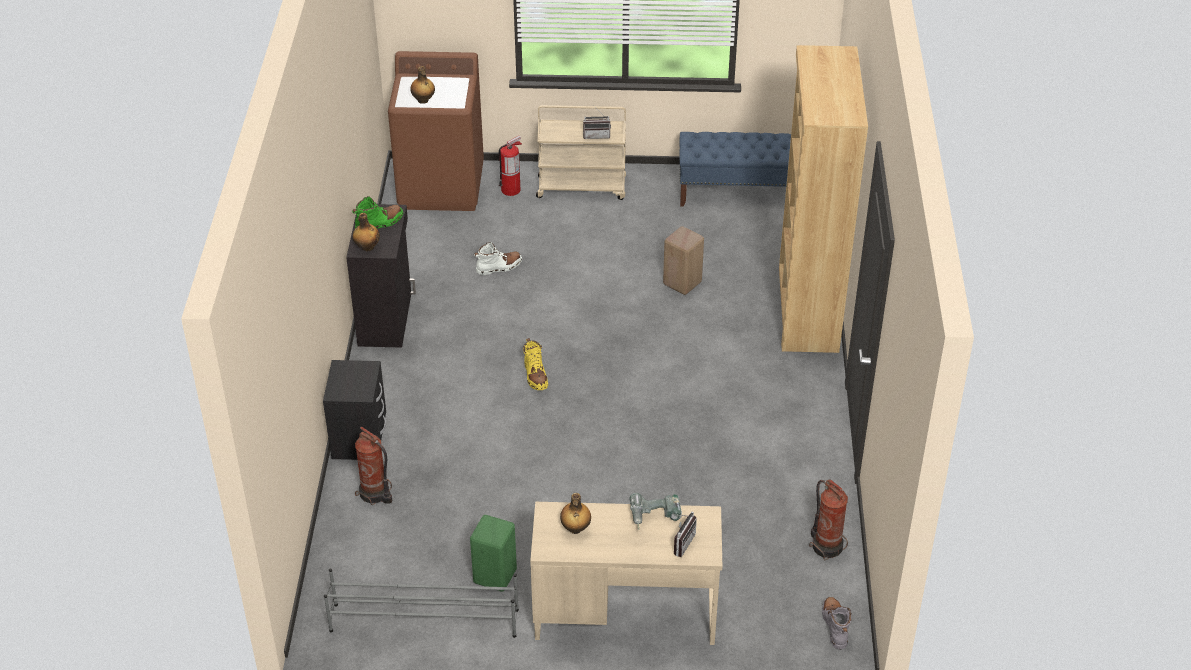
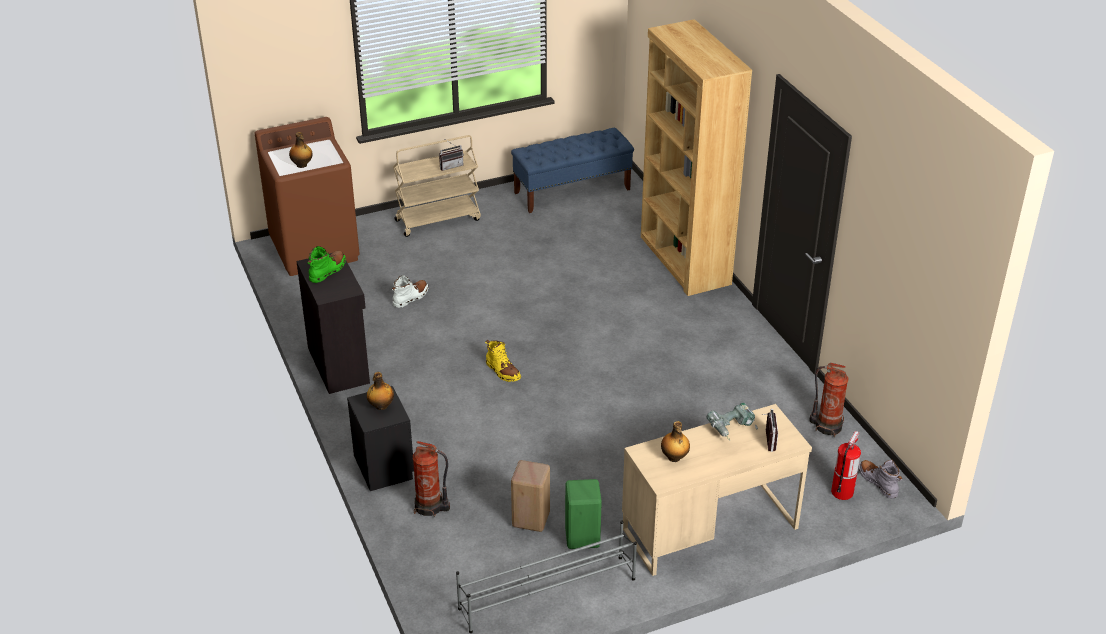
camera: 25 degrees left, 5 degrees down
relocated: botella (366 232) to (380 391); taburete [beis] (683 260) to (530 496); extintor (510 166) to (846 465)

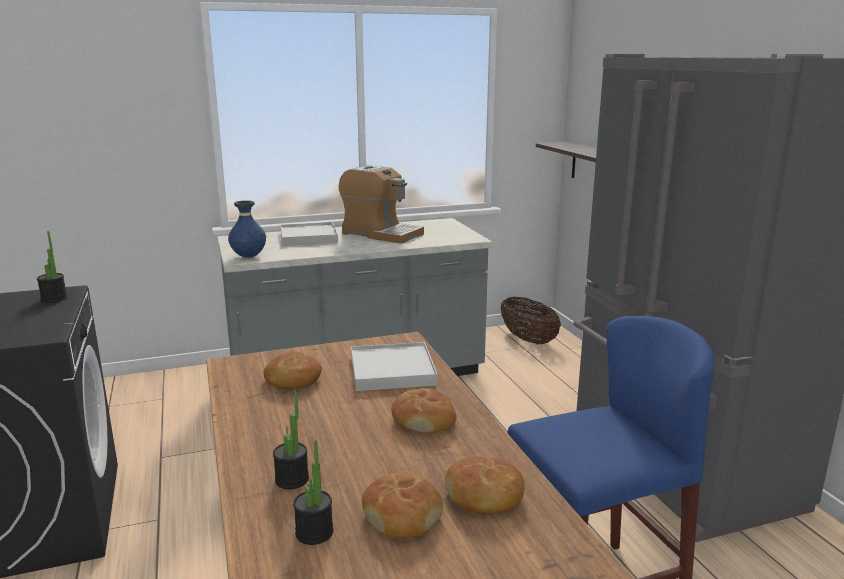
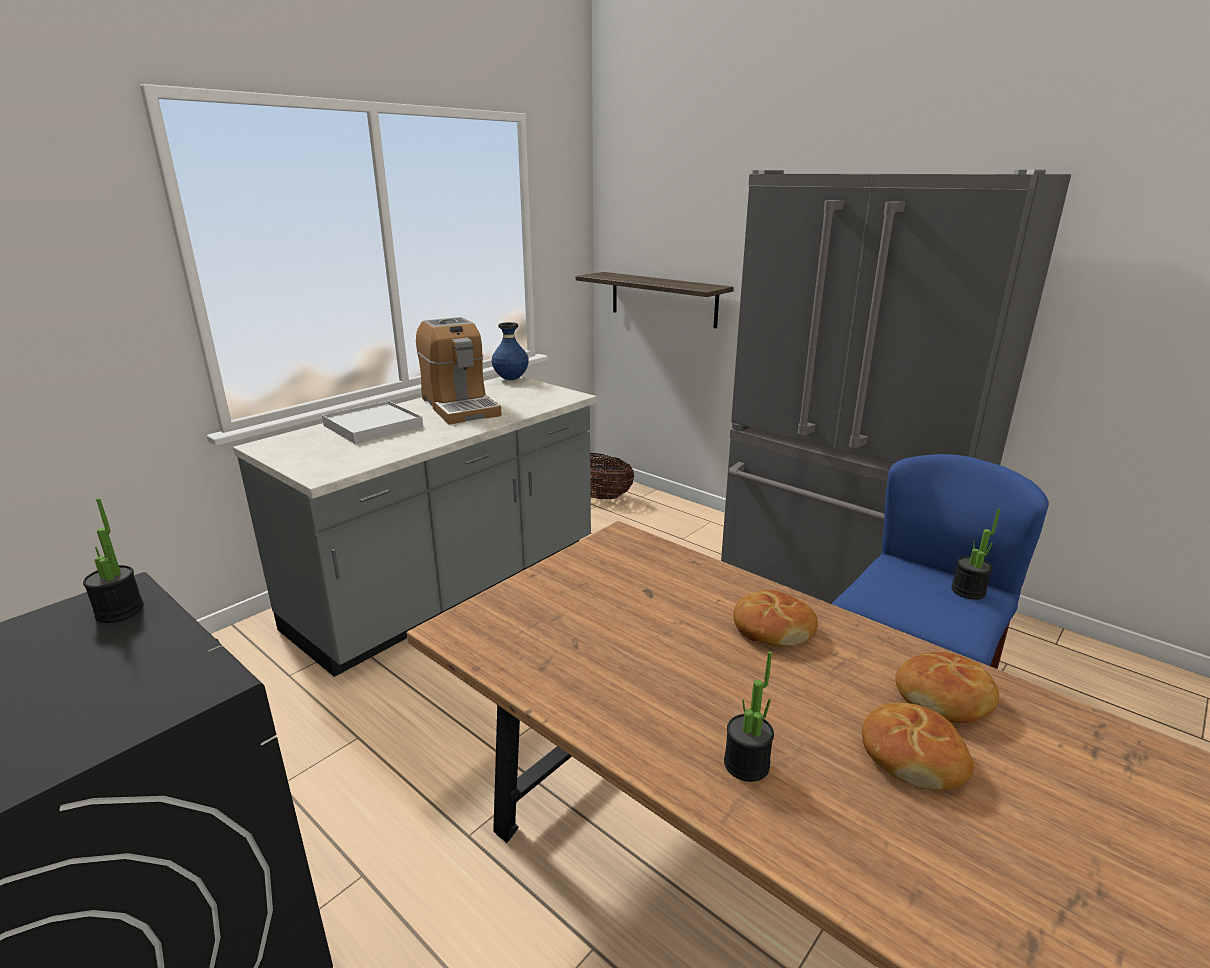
camera: 30 degrees left, 5 degrees up
missing: pan (292 370); bandeja [blanco] (394 366)
relocated: florero [azul] (247 229) to (510 351); planta en maceta (313 492) to (975 554)
spun: cafetera (381 204) = (459 370) 60 degrees clockwise

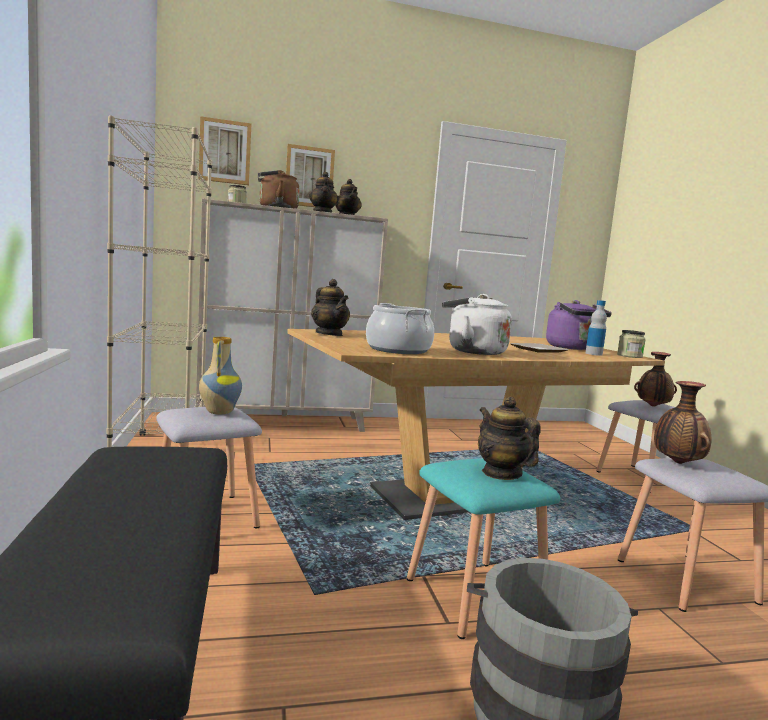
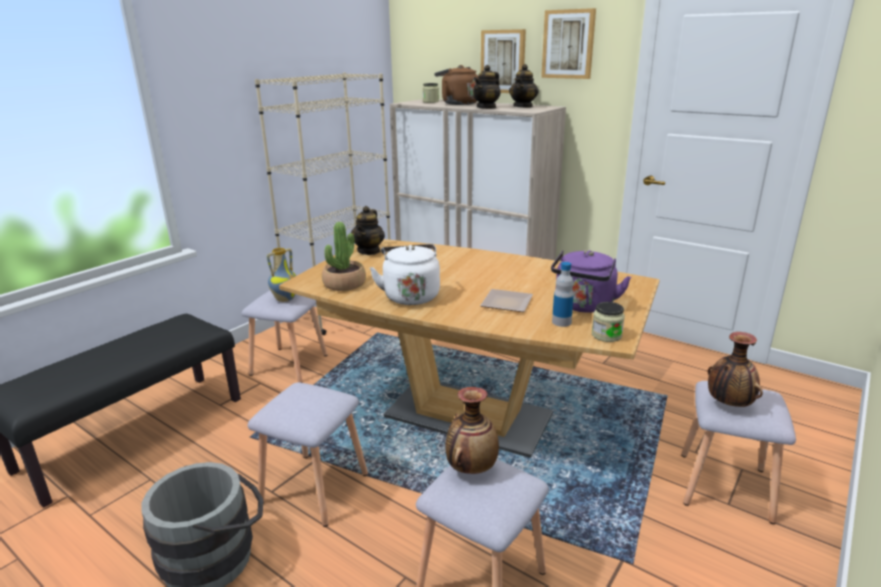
camera: 50 degrees right, 15 degrees up
missing: tetera (509 438)
relocated: cuadro (225 150) to (568 43)
exchanged: olla (400 328) to planta en maceta (344 256)
colour: taburete [turquesa] (483 548) to taburete [gris] (307 454)

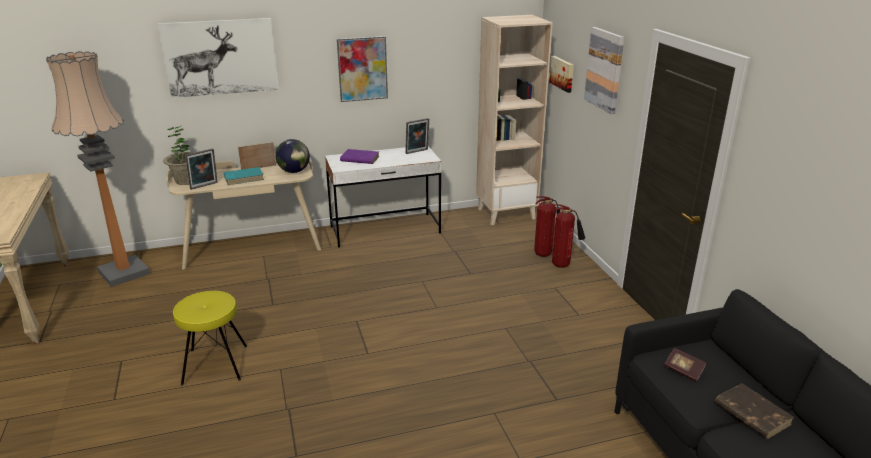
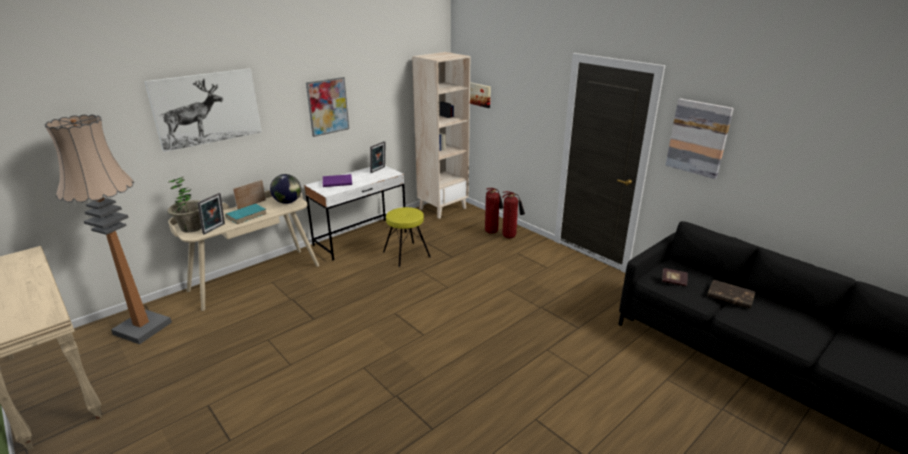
camera: 25 degrees left, 0 degrees up
relocated: taburete [amarillo] (210 338) to (407 237); cuadro (604 70) to (699 138)

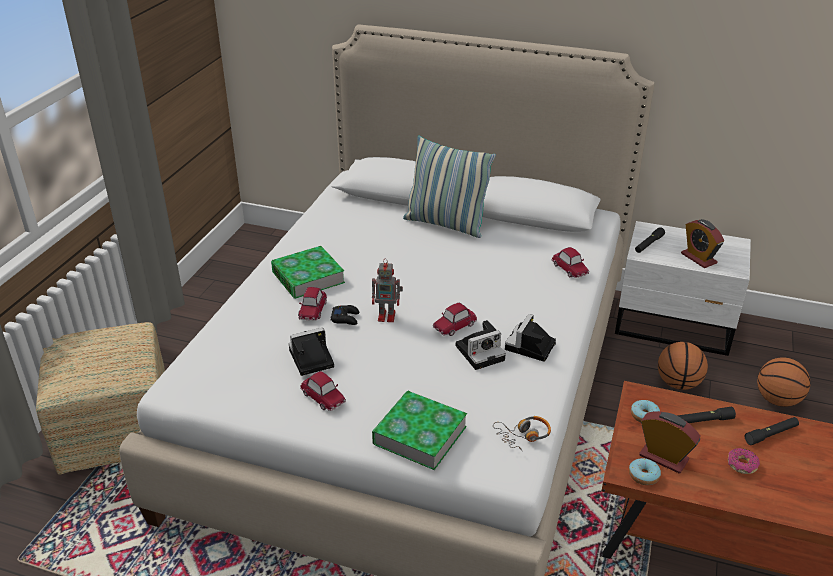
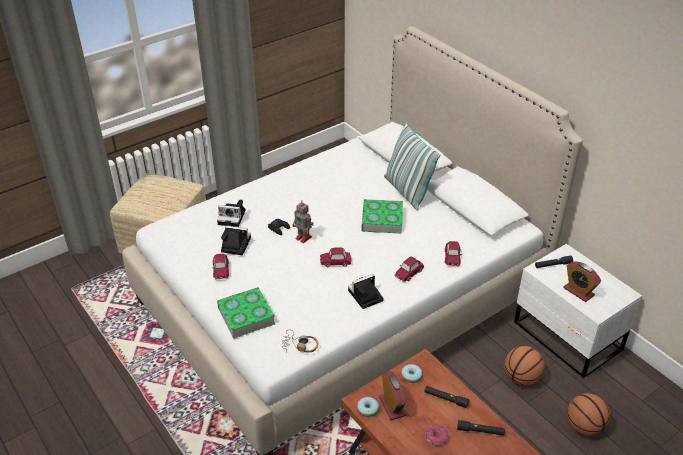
camera: 35 degrees right, 5 degrees up
relocated: cámara (481 345) to (231 213); libro (308 272) to (382 216); coche de juguete (312 304) to (409 269)
spun: despertador (702 243) = (582 282) 45 degrees counterclockwise

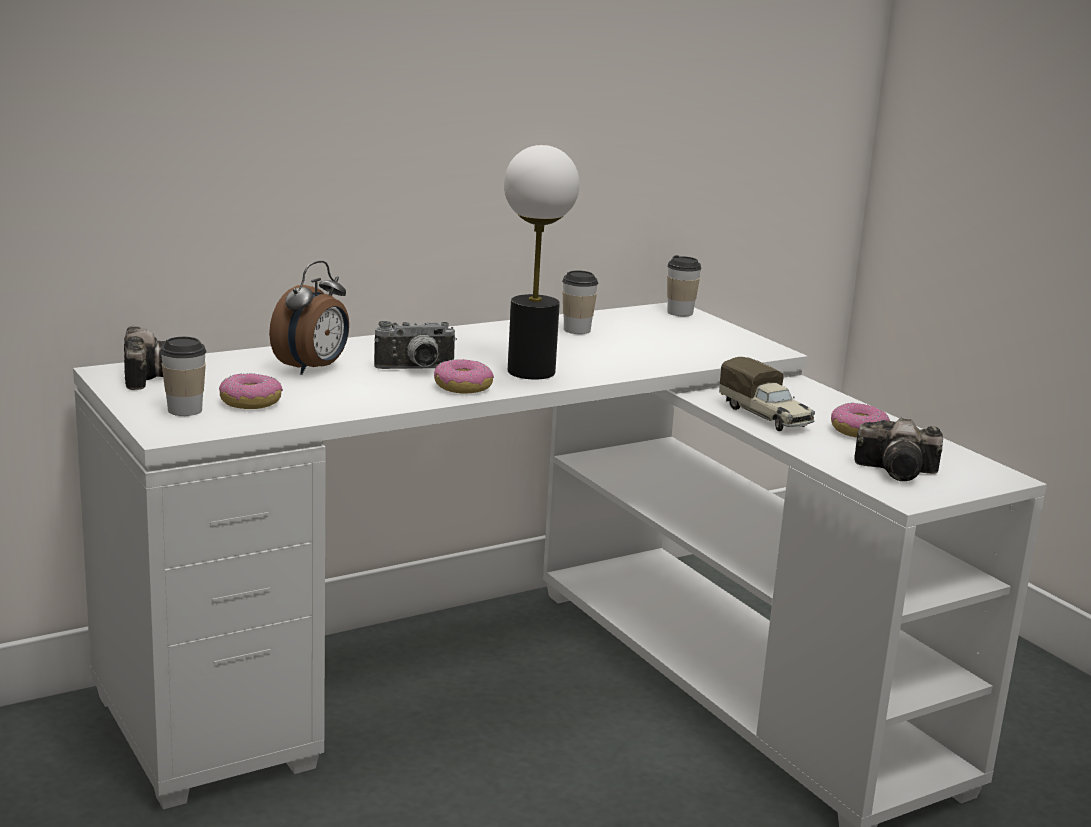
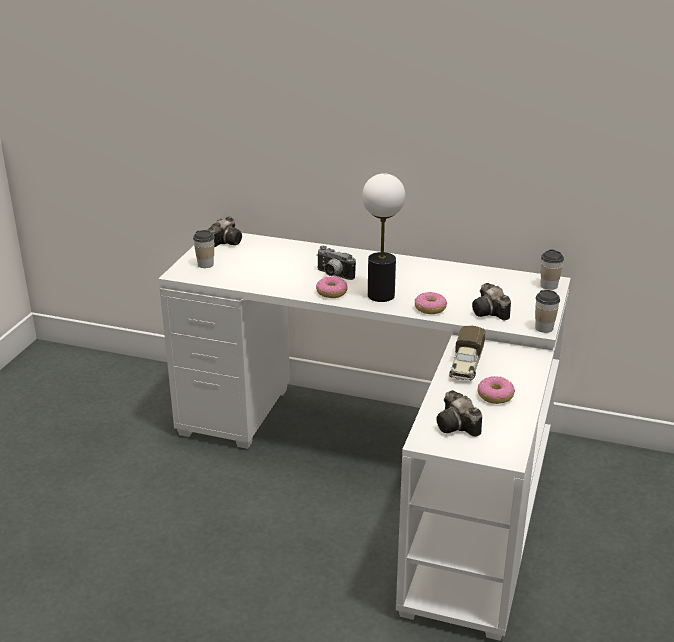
camera: 50 degrees right, 10 degrees up
missing: despertador (309 318)
appeared: cámara (491 301)
relocated: rosquilla (251 391) to (431 303); taza (580 302) to (547 311)

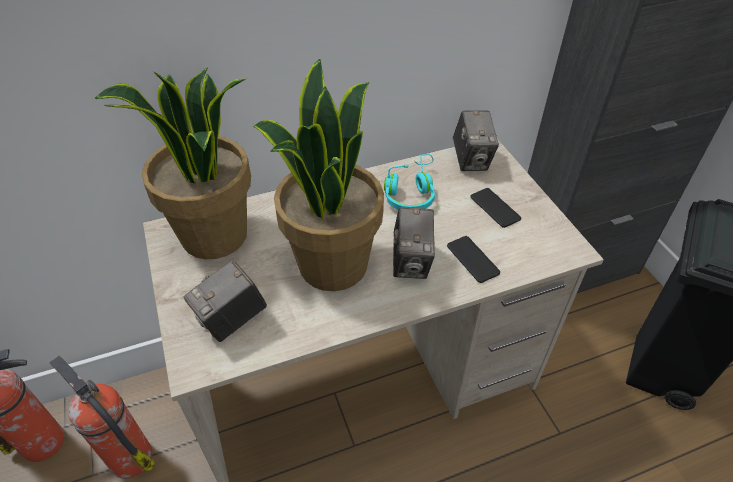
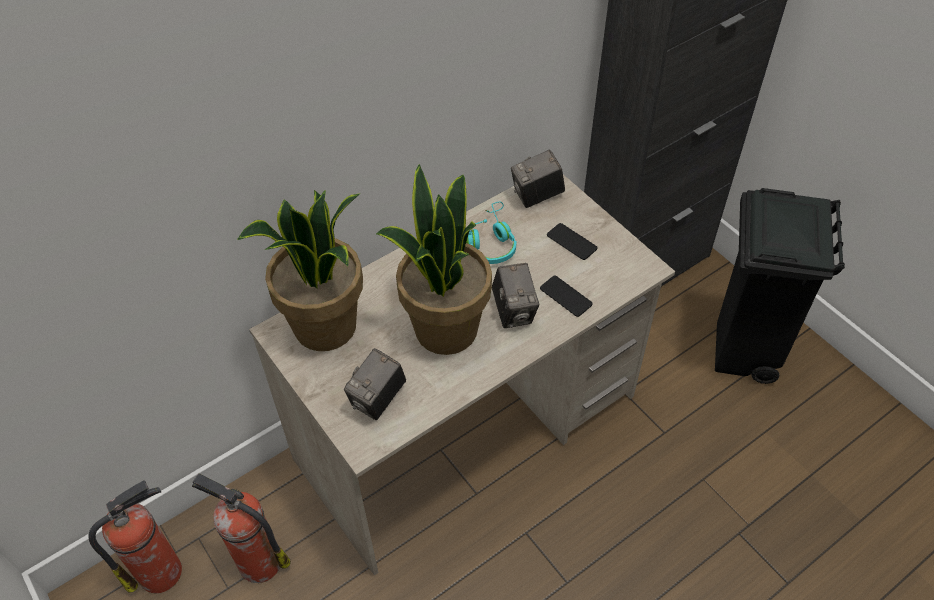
camera: 15 degrees left, 5 degrees up
spun: cámara (476 140) = (538 179) 90 degrees clockwise

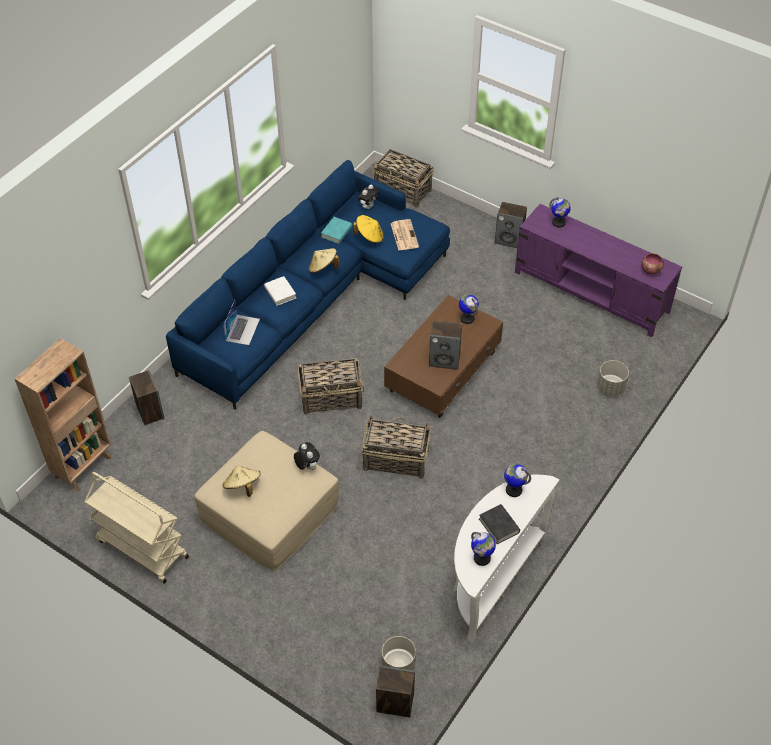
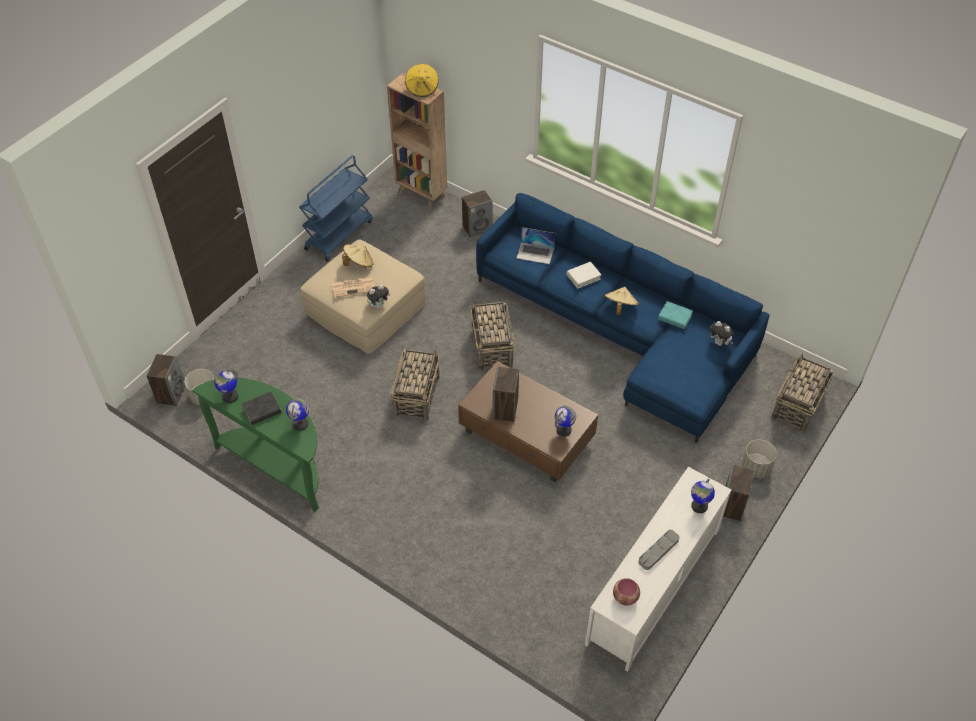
camera: 90 degrees right, 0 degrees up
appeared: bandeja [gris] (659 550)
relocated: periódico (405 234) to (353 287); sombrero [amarillo] (368 229) to (422 80); maceta [gris] (613 378) to (759 459)
colour: mesa consola [blanco] (506 558) to mesa consola [verde] (255 445); carrito [beis] (136 528) to carrito [azul] (336 208); mueble de televisión [morado] (598 270) to mueble de televisión [blanco] (658 569)

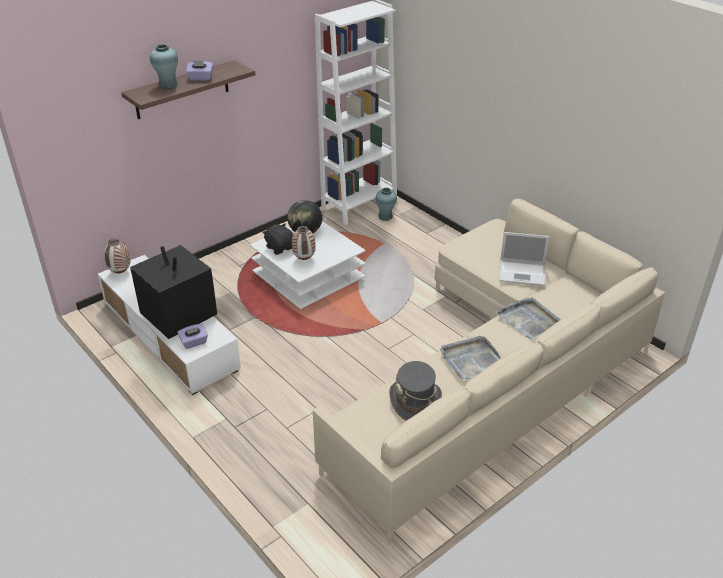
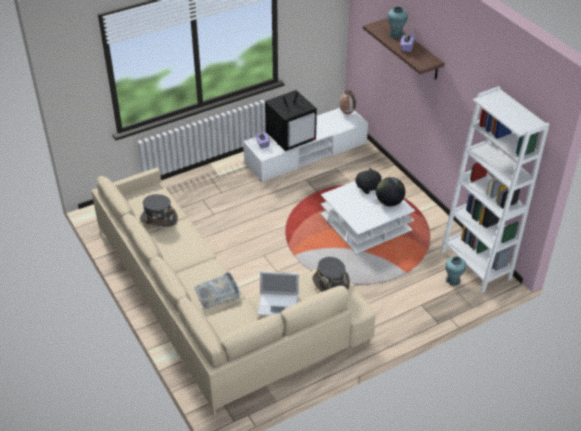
camera: 100 degrees right, 5 degrees up
missing: florero (304 243); bandeja [gris] (470 358)
appeared: sombrero [gris] (331 274)
spun: portátil (524 259) = (278 293) 105 degrees counterclockwise

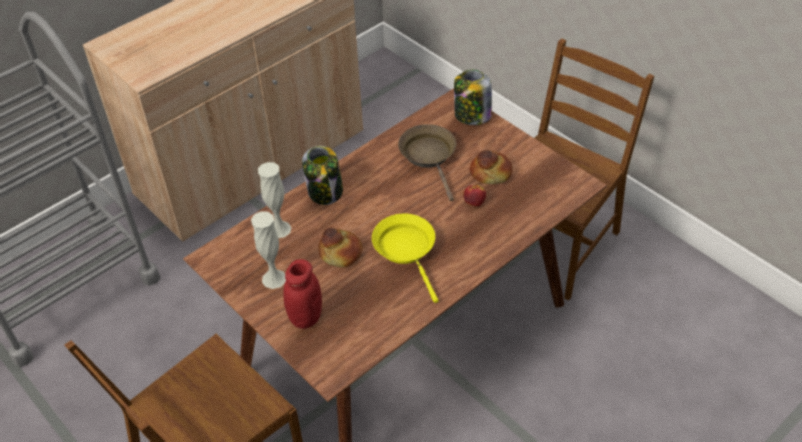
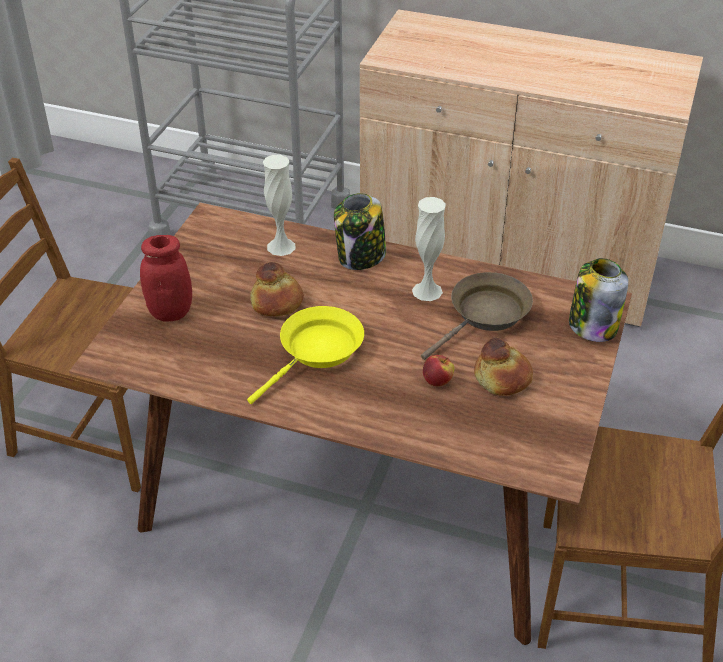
camera: 60 degrees right, 5 degrees down
relocated: florero [blanco] (268 250) to (429 249)

